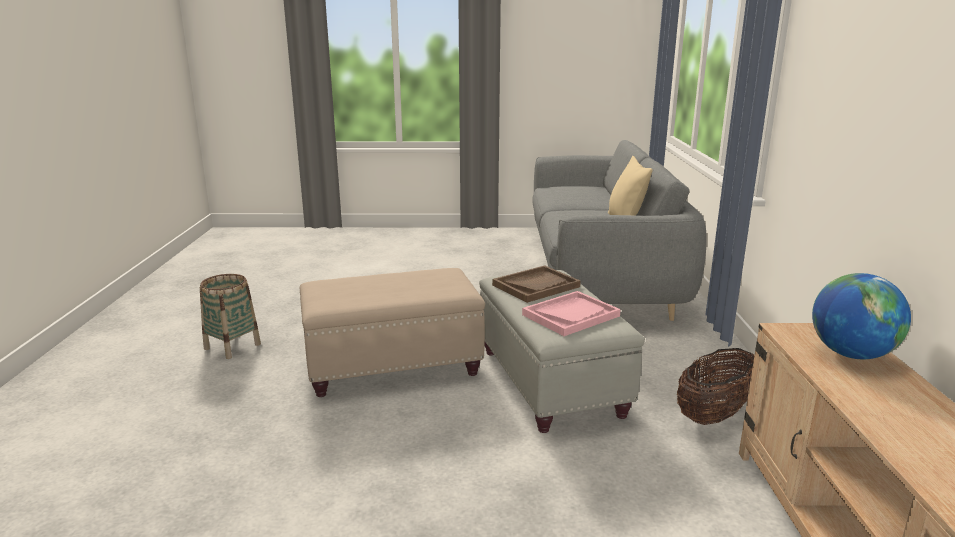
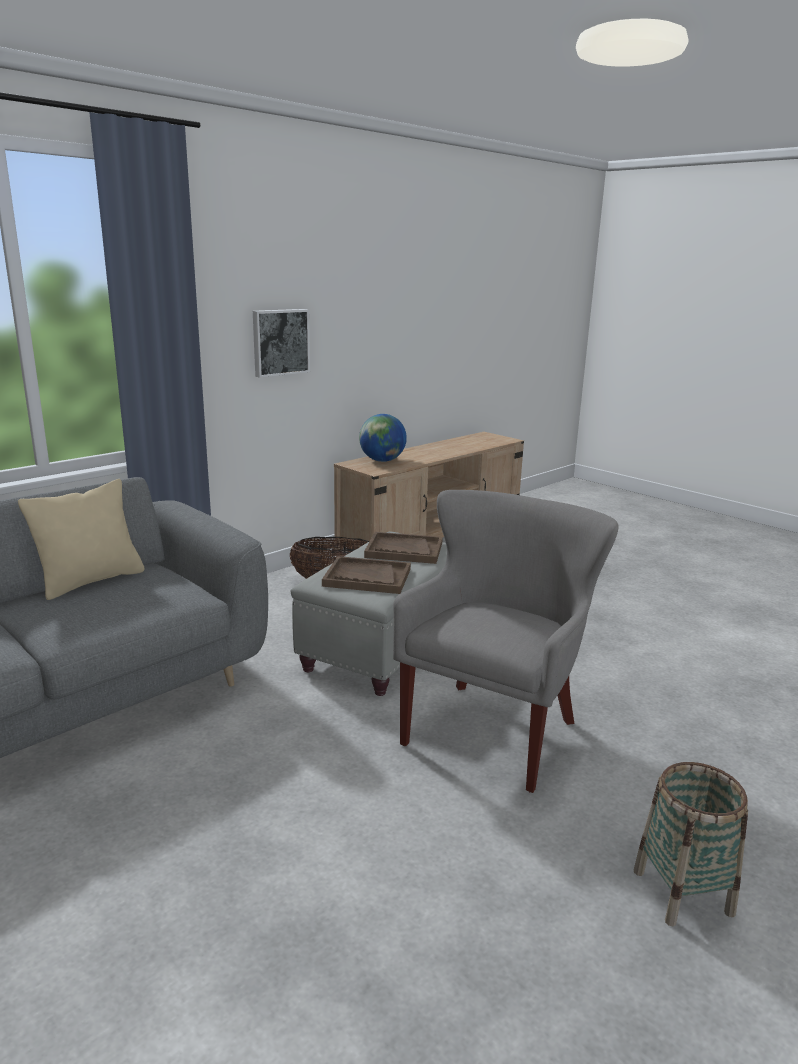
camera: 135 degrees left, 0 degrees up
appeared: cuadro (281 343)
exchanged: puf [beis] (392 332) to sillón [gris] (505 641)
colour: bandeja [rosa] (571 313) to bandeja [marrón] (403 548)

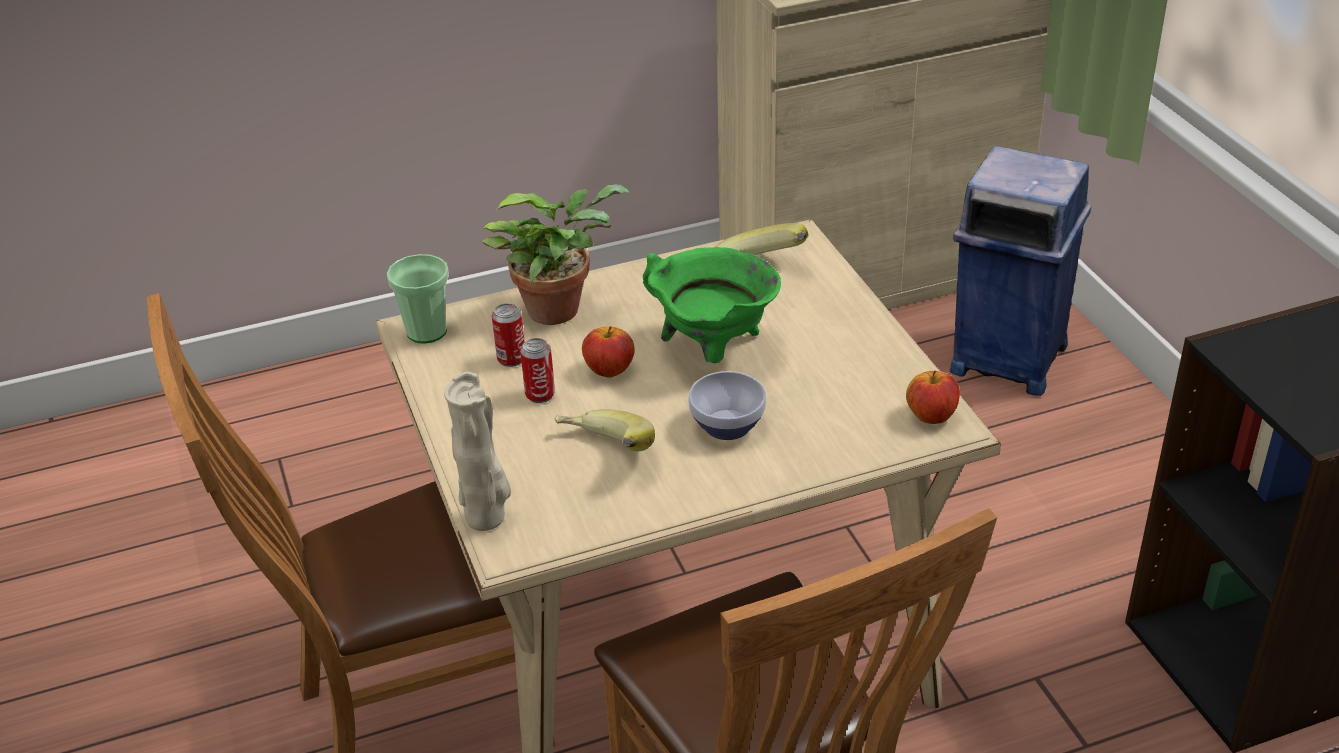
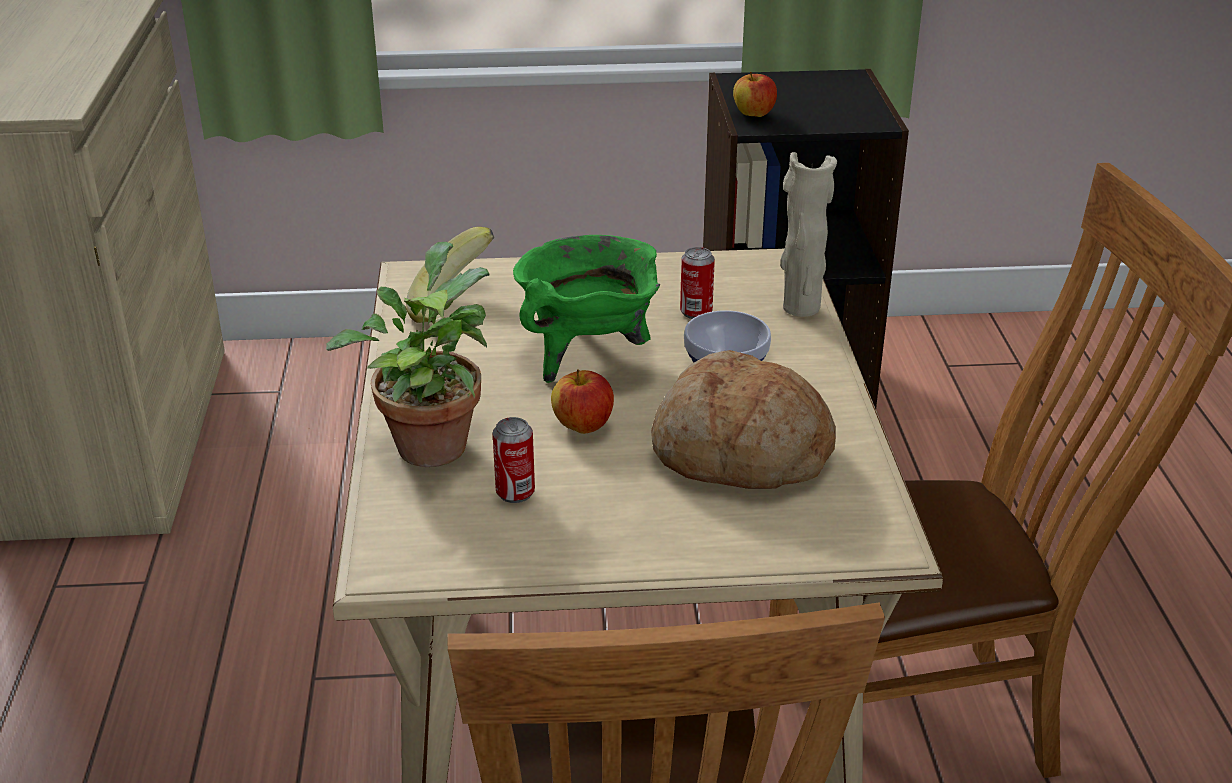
camera: 75 degrees left, 5 degrees down
missing: taza (418 298); papelera [azul] (1020 271)
relocated: lata (537 370) to (697 283); manzana (933 397) to (755 94); florero [beis] (477 451) to (808 234)
exchanged: plátano (605 430) to pan (743 419)

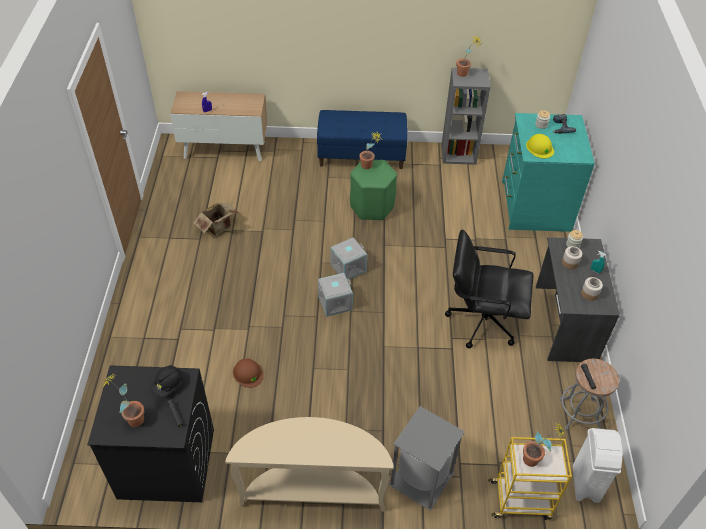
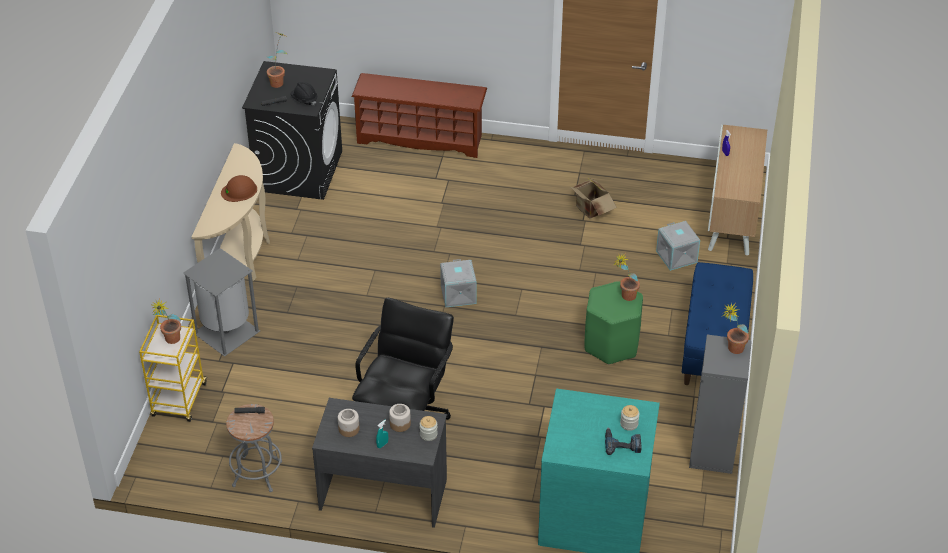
camera: 100 degrees right, 5 degrees down
missing: casco [amarillo] (540 146); papelera [blanco] (598 465)
appeared: zapatero [marrón] (419 115)
relocated: casco [marrón] (248 373) to (239 188); caja de almacenaje [gris] (349 258) to (678 246)

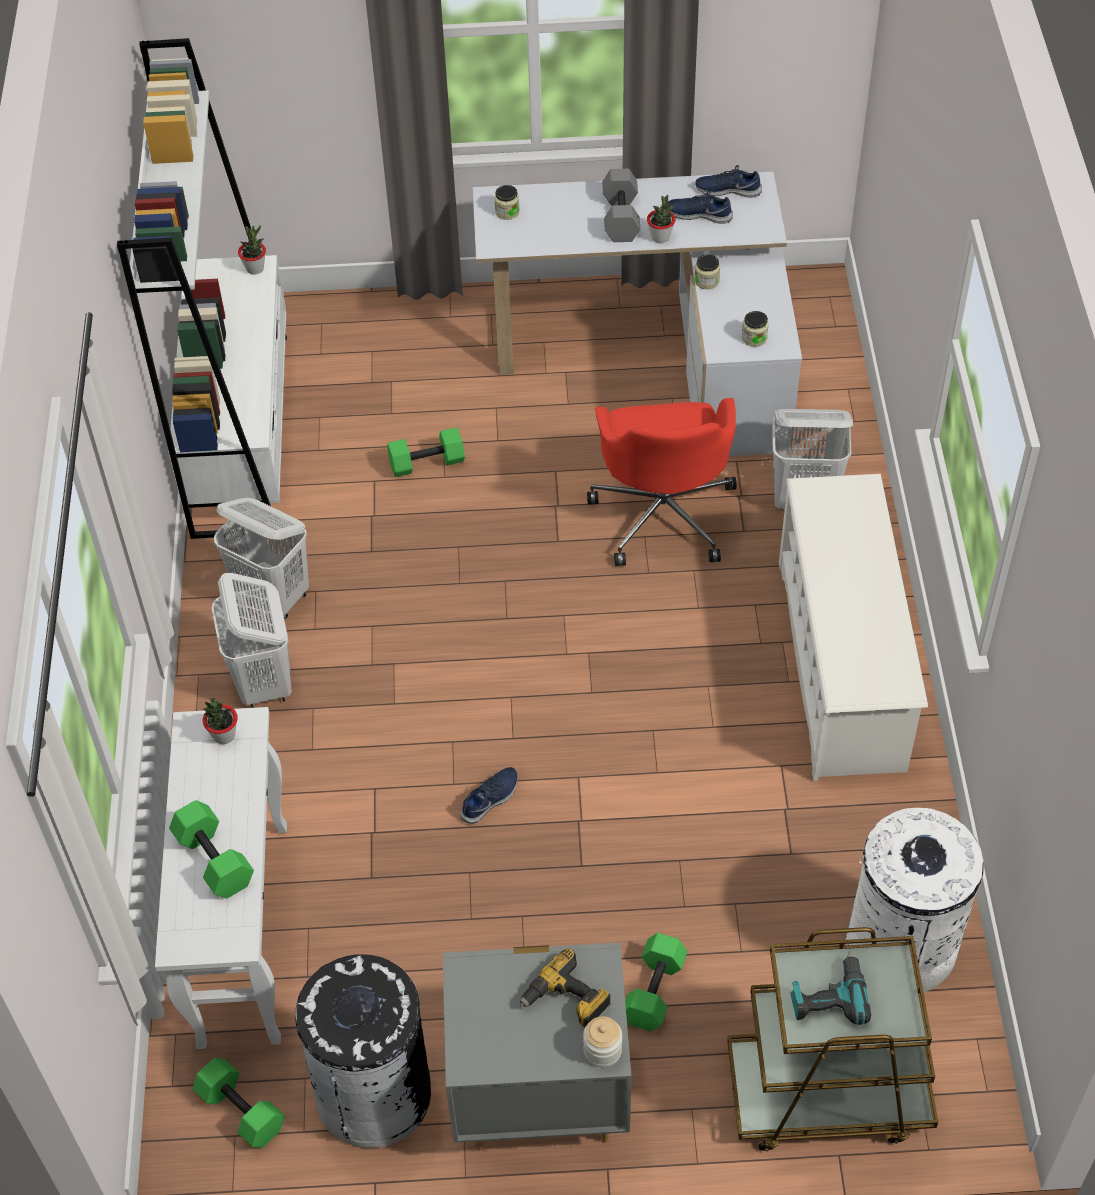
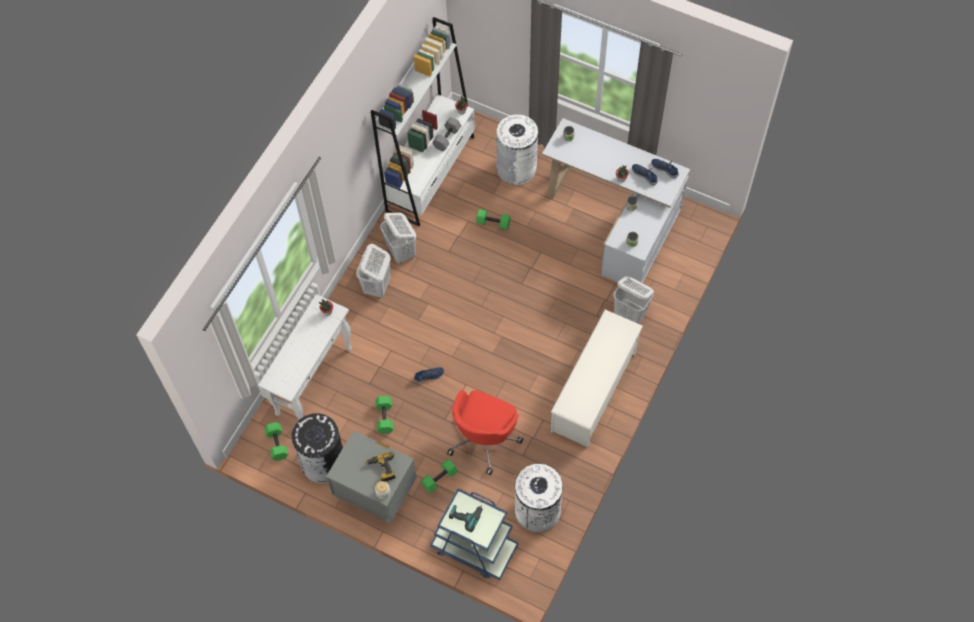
camera: 30 degrees right, 10 degrees up
appeared: papelera [blanco] (517 149)
relocated: mancuerna [verde] (211 849) to (384 415); mancuerna [gris] (621 205) to (447 134); silla de oficina [rojo] (661 482) to (485 432)
colour: carrito [marrón] (832 1039) to carrito [azul] (474 534)

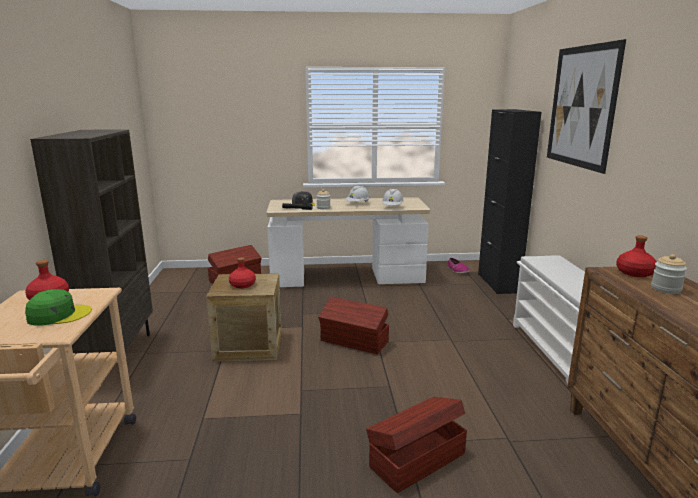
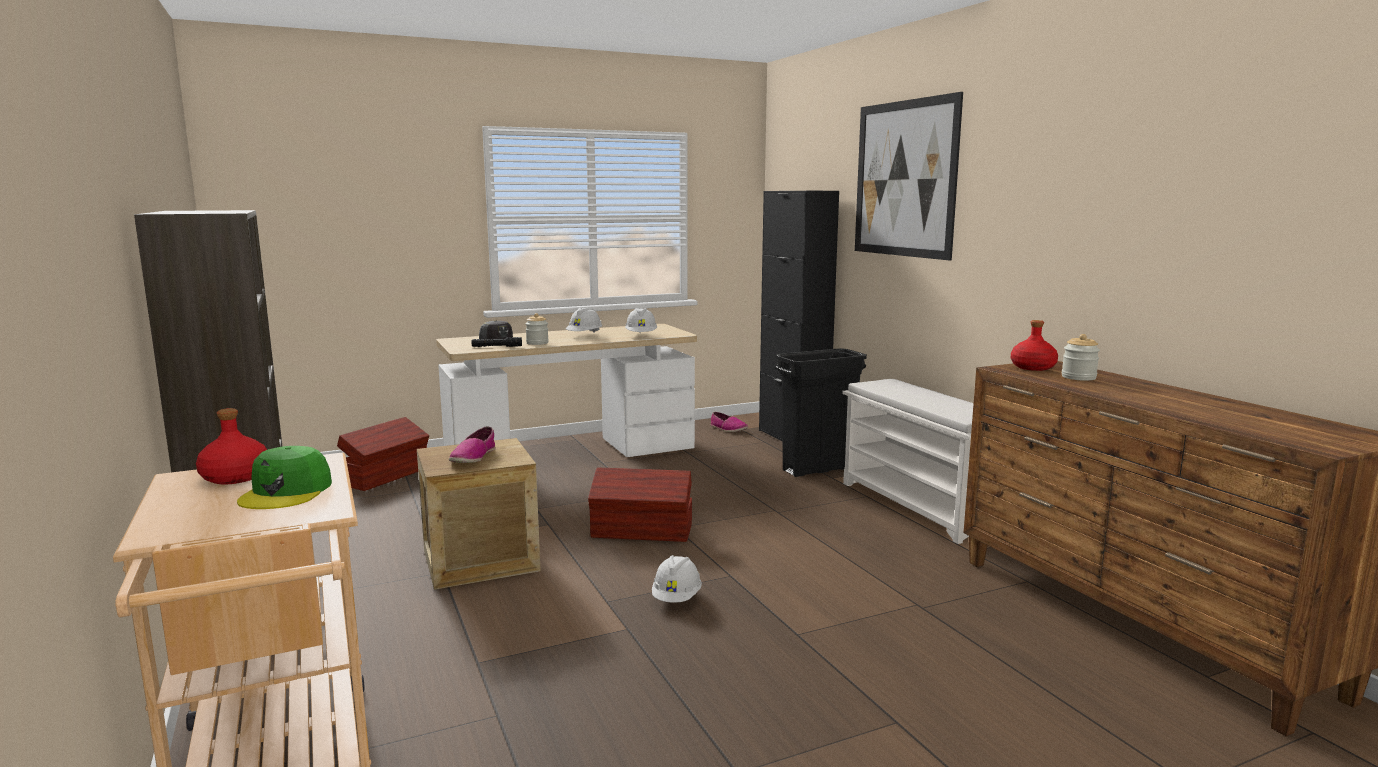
camera: 20 degrees left, 5 degrees down
missing: caja de almacenaje [marrón] (416 445)
appeared: casco [blanco] (677 579); papelera [negro] (821 412)
exchanged: botella [rojo] (242 272) to zapato (472 444)
spun: gorra [verde] (58 307) = (284 477) 135 degrees clockwise

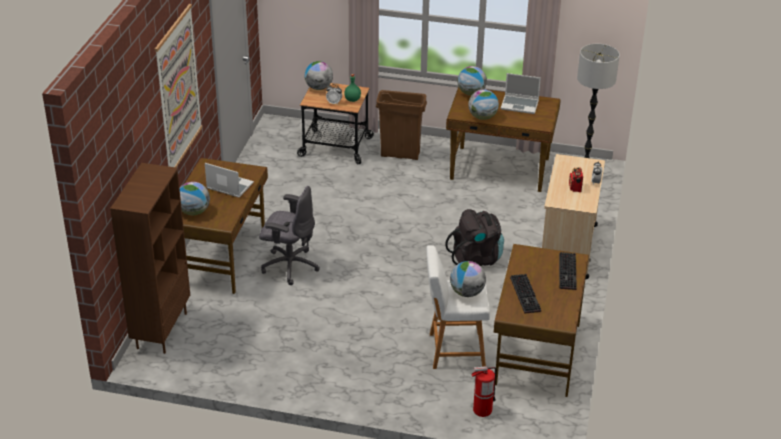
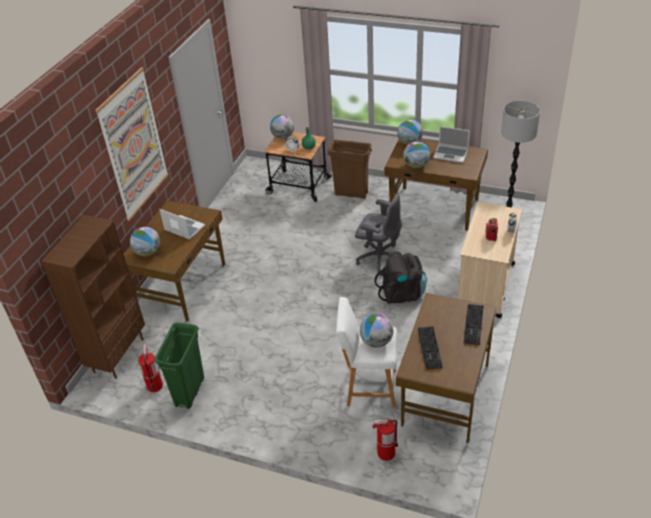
camera: 10 degrees right, 5 degrees up
appeared: extintor (150 368); papelera [verde] (179 365)
relocated: silla de oficina [gris] (289 235) to (378 235)

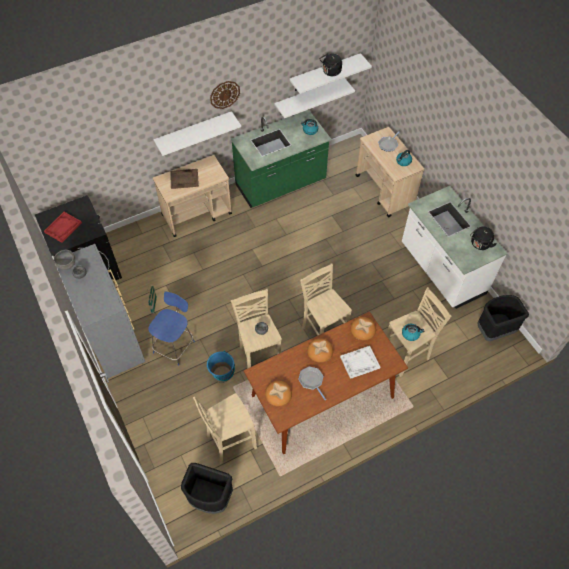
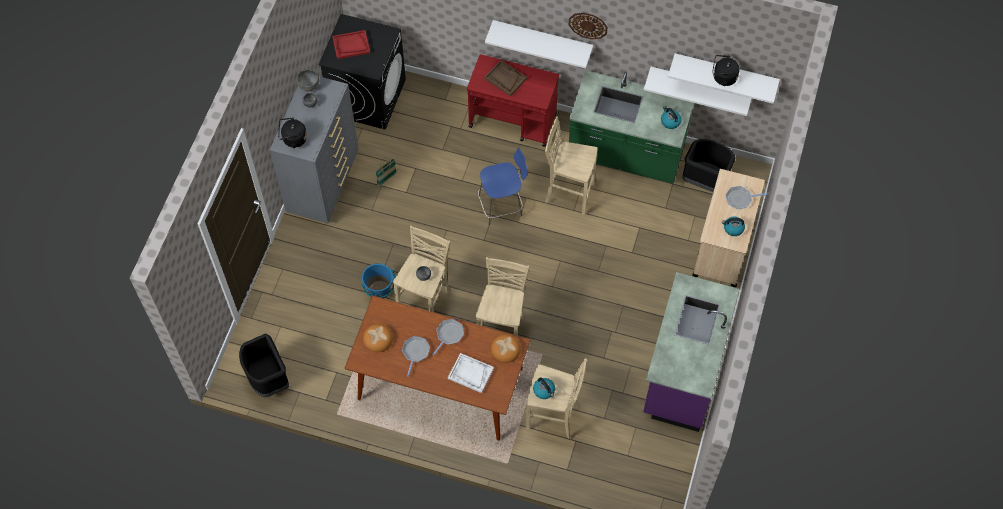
camera: 45 degrees right, 5 degrees up
relocated: hervidor [negro] (483 238) to (292 132); silla [azul] (171 328) to (503 186); taburete [beis] (225 428) to (571 165); papelera [negro] (503 318) to (708 165)
exchanged: pan (320 350) to sartén (448 337)
colour: carrito [beis] (192 196) to carrito [rojo] (513 100); mueble bajo de cocina [blanco] (455 247) to mueble bajo de cocina [morado] (691 352)

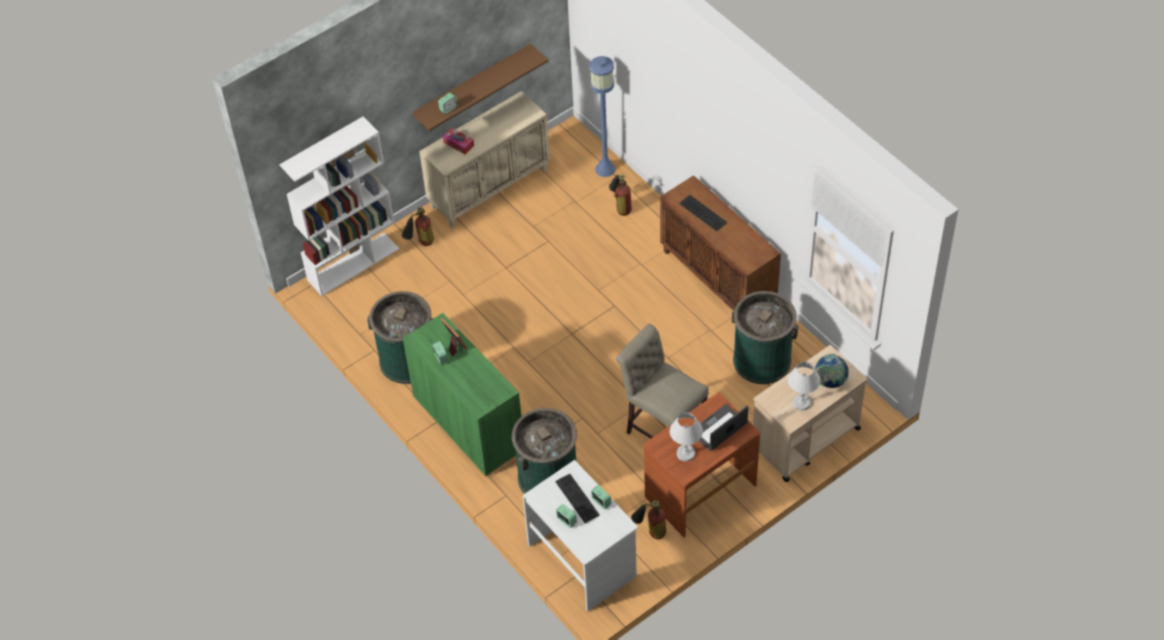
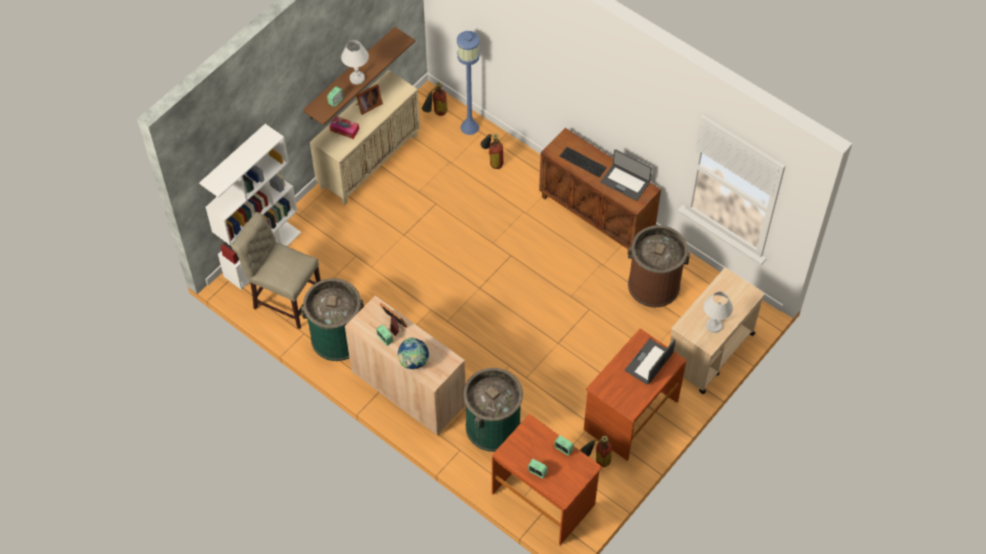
camera: 15 degrees left, 5 degrees up
missing: teclado (577 498)
appeared: portarretratos (369 99); portátil (626 175)
relocated: silla [beis] (662 381) to (276 270); lámpara de mesa [blanco] (686 437) to (355 62); globo terráqueo (832 370) to (414 353); extintor (418 226) to (434 99)
colour: armario [verde] (461 394) to armario [beis] (405 365); escritorio [blanco] (580 536) to escritorio [marrón] (547 479); papelera [verde] (765 337) to papelera [marrón] (659 266)

